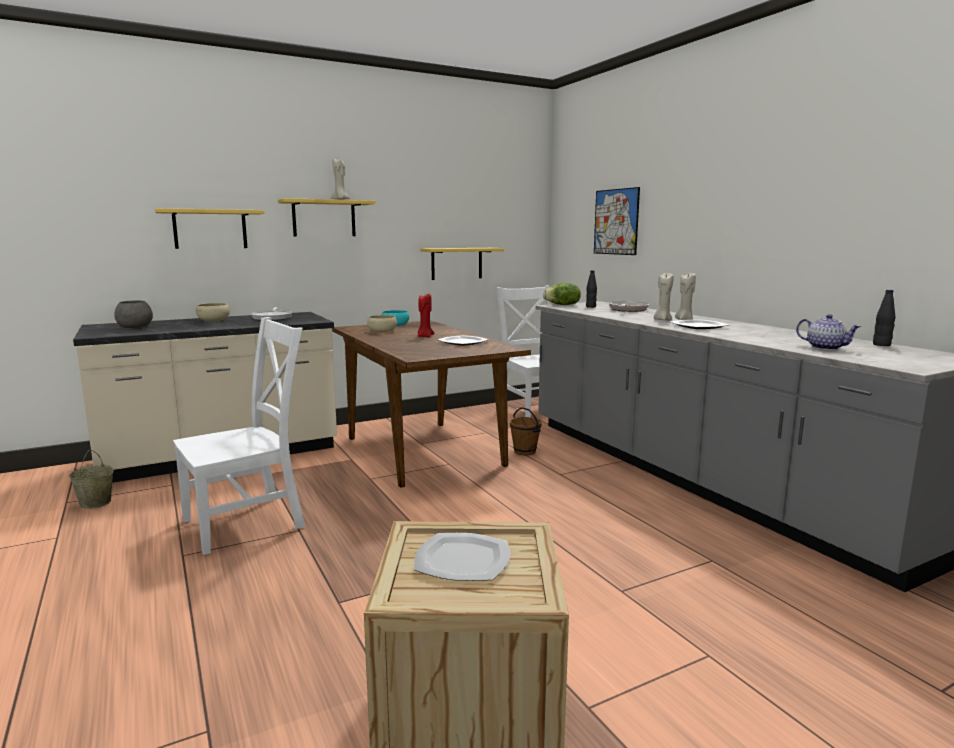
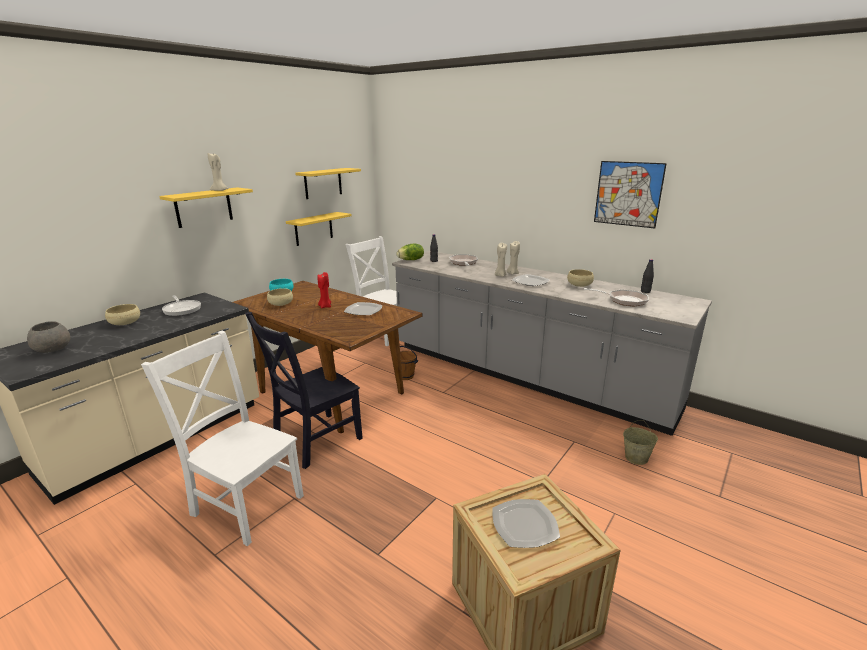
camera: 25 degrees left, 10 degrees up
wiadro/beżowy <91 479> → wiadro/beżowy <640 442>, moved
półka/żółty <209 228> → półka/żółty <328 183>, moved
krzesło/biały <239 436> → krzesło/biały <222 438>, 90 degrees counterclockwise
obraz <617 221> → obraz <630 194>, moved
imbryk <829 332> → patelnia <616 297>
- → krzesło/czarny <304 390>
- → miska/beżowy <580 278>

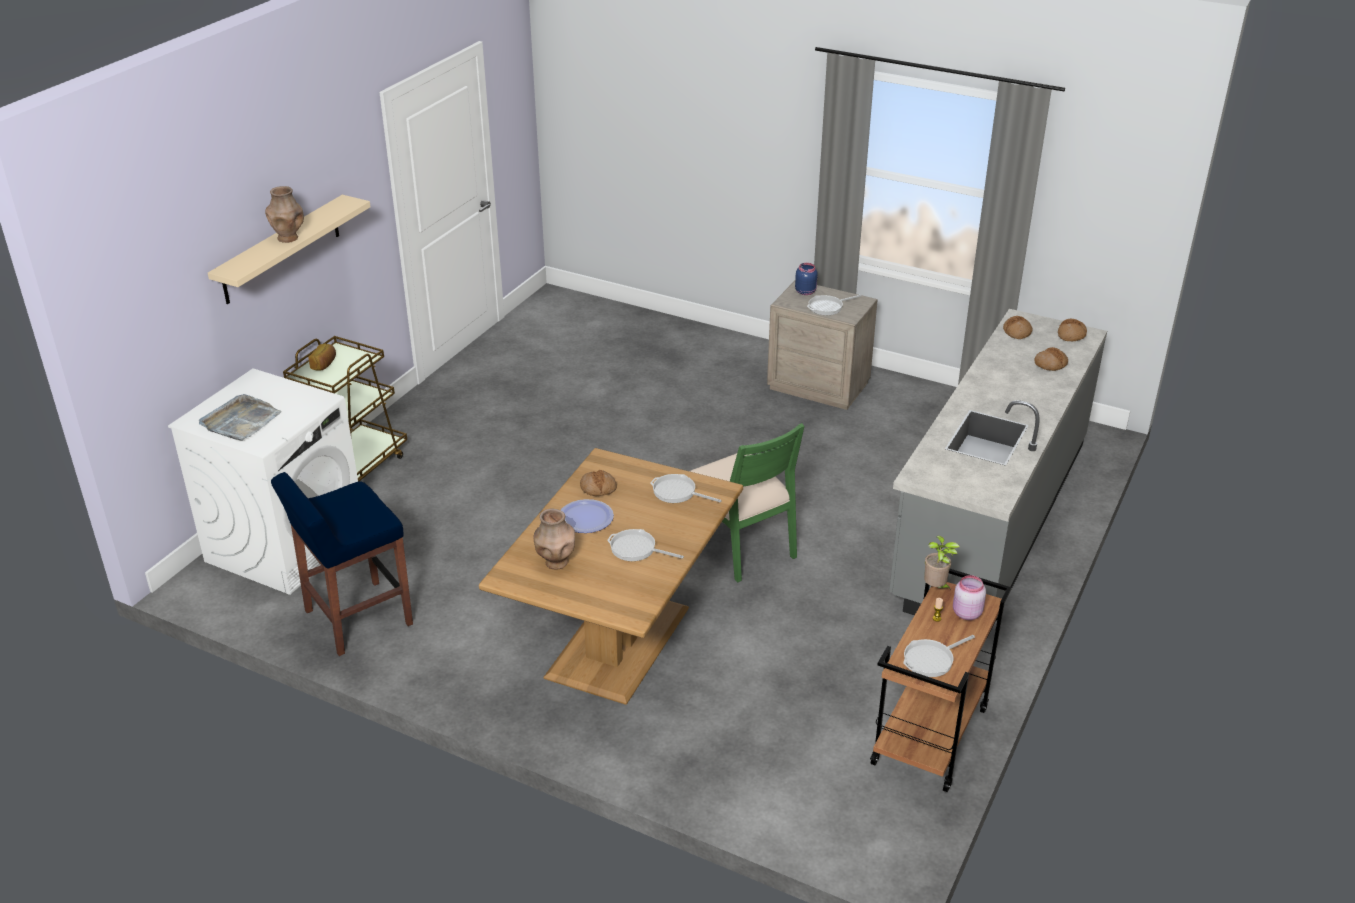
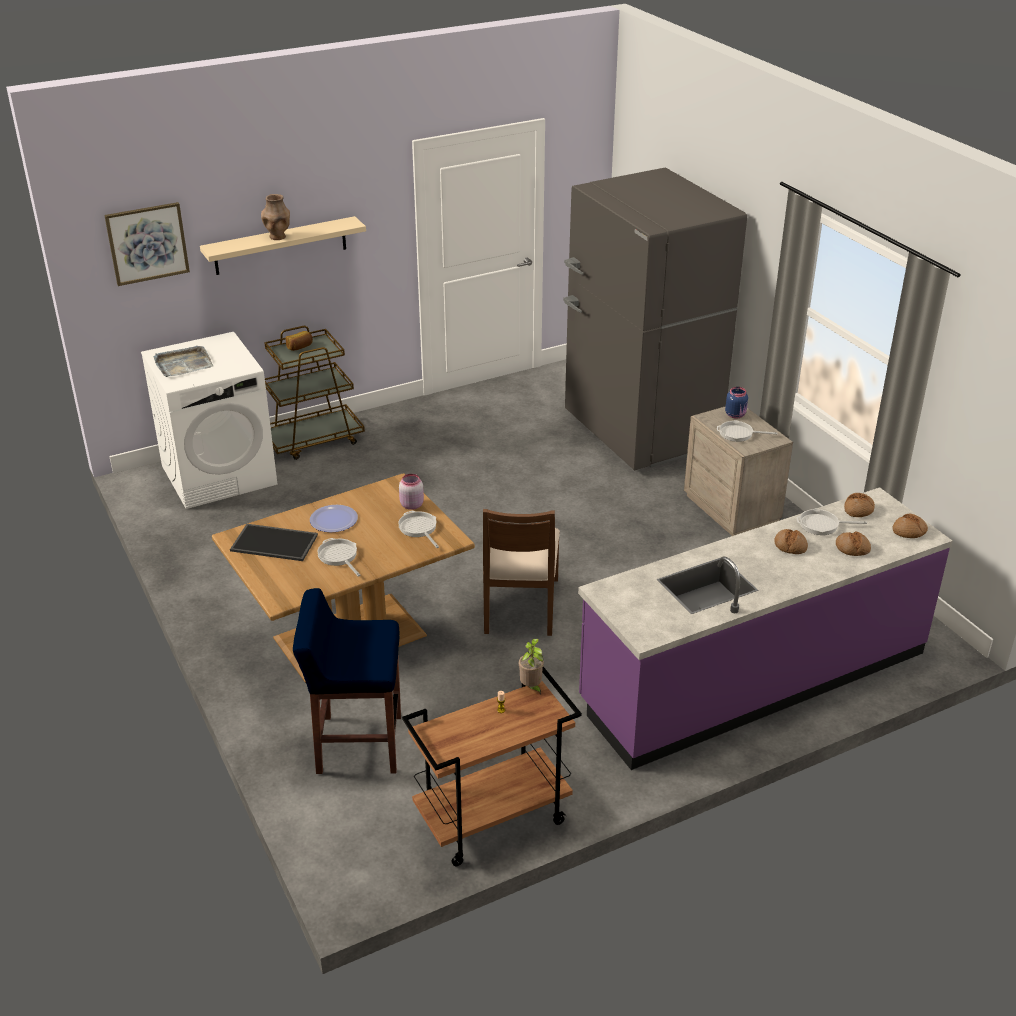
camera: 35 degrees right, 0 degrees up
stołek/niebieski <342 564> → stołek/niebieski <347 681>, moved
wazon/brązowy <554 538> → taca <274 542>
chleb <598 483> → chleb <791 541>, moved
krzesło/zielony <747 503> → krzesło/brązowy <521 572>
zabudowa kuchenna/szary <998 474> → zabudowa kuchenna/fioletowy <765 629>
patelnia <939 656> → patelnia <832 521>, moved
słoik/różowy <969 597> → słoik/różowy <411 492>, moved
- → obraz <147 244>
- → lodówka/szary <655 319>

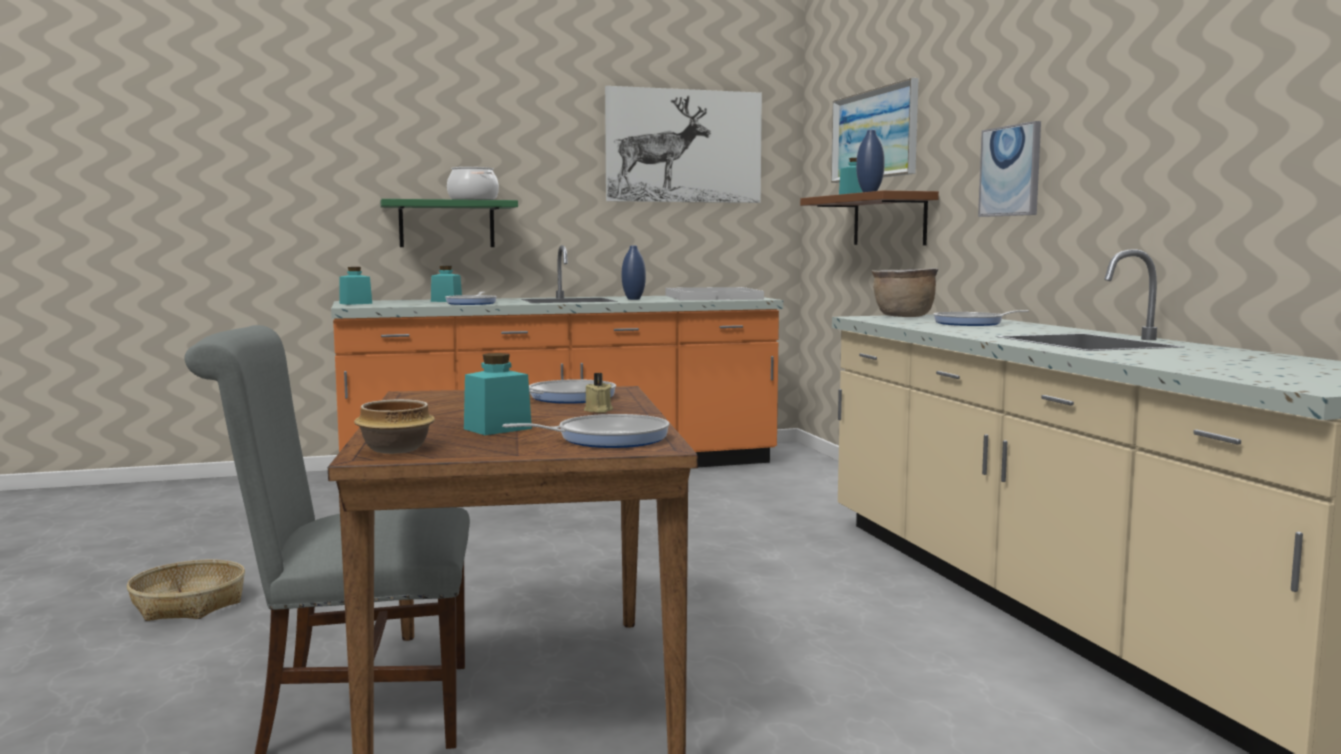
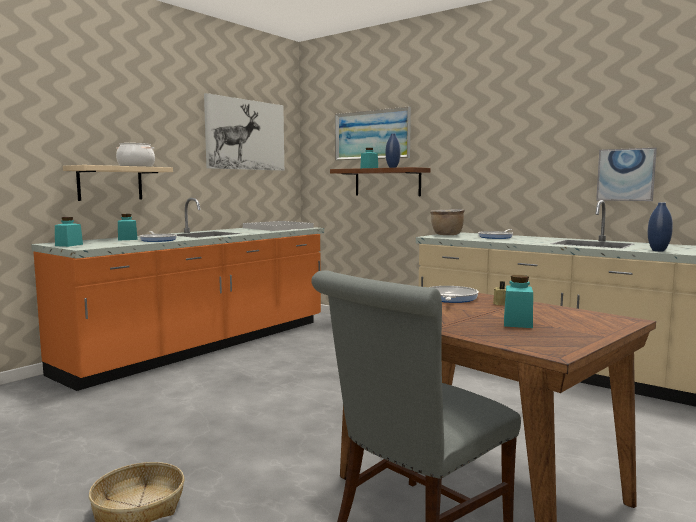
camera: 35 degrees left, 0 degrees up
miska <394 426> → -
półka/zielony <449 223> → półka/beżowy <118 183>
patelnia <585 431> → -
wazon/niebieski <634 273> → wazon/niebieski <660 226>, moved
obraz <1009 169> → obraz <626 174>, moved

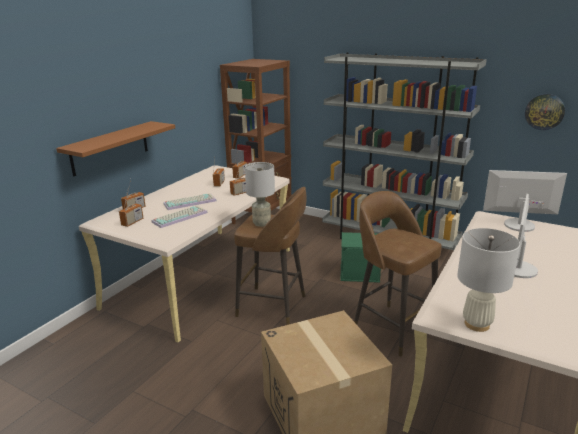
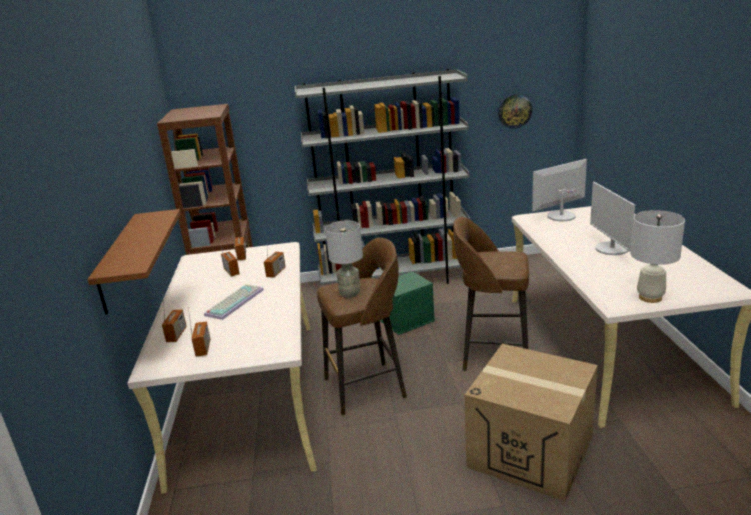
camera: 35 degrees left, 0 degrees up
klawiatura <180 217> → -

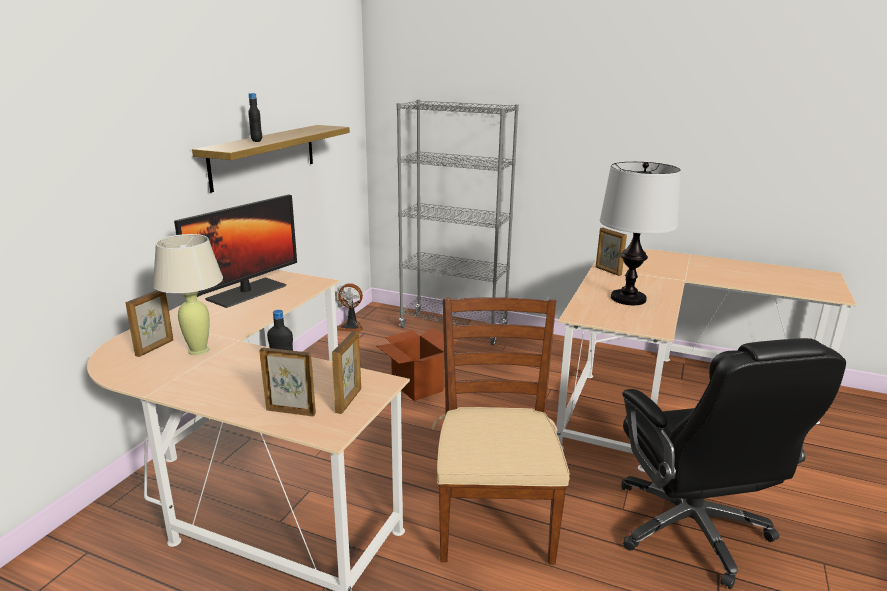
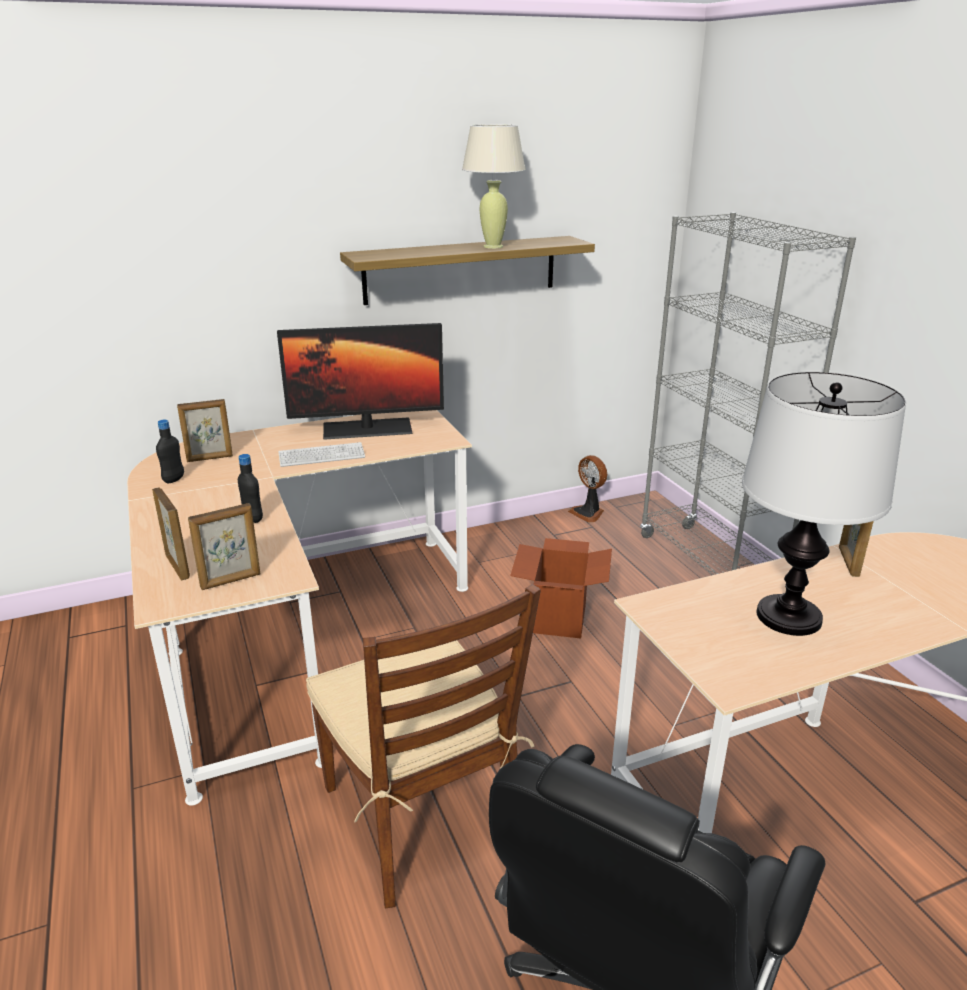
camera: 45 degrees right, 5 degrees up
lampa stołowa/beżowy <188 294> → lampa stołowa/beżowy <494 186>, moved
butelka/czarny <255 117> → butelka/czarny <170 452>, moved
krzesło/brązowy <501 431> → krzesło/brązowy <423 746>, 105 degrees clockwise
- → klawiatura <321 454>

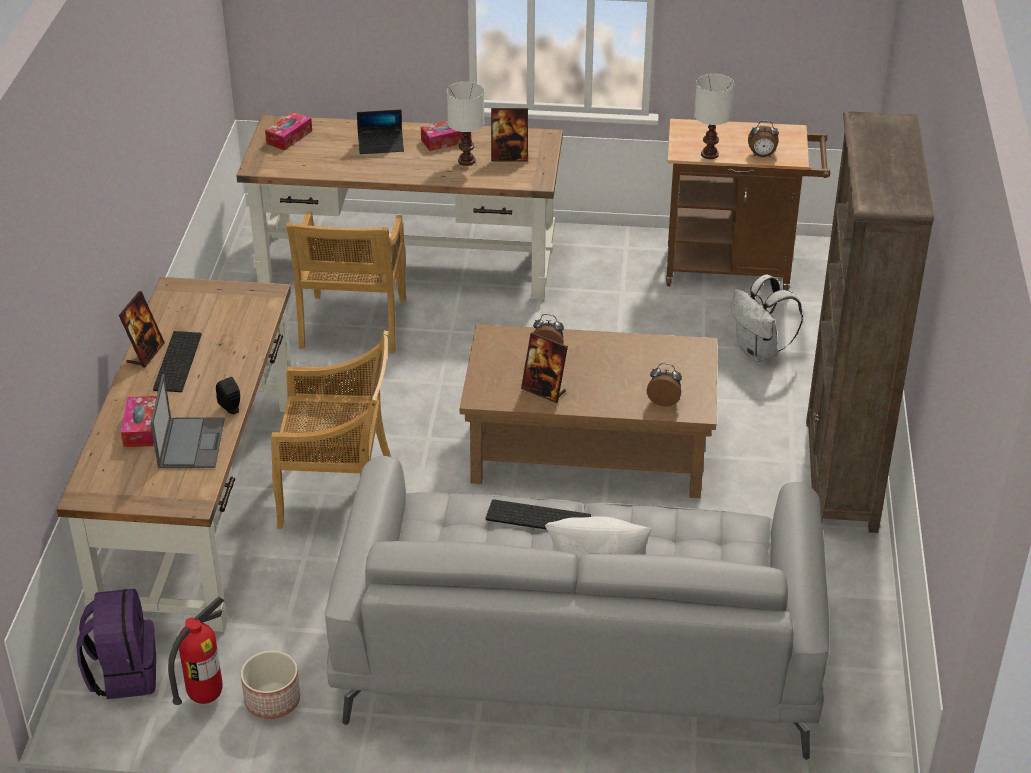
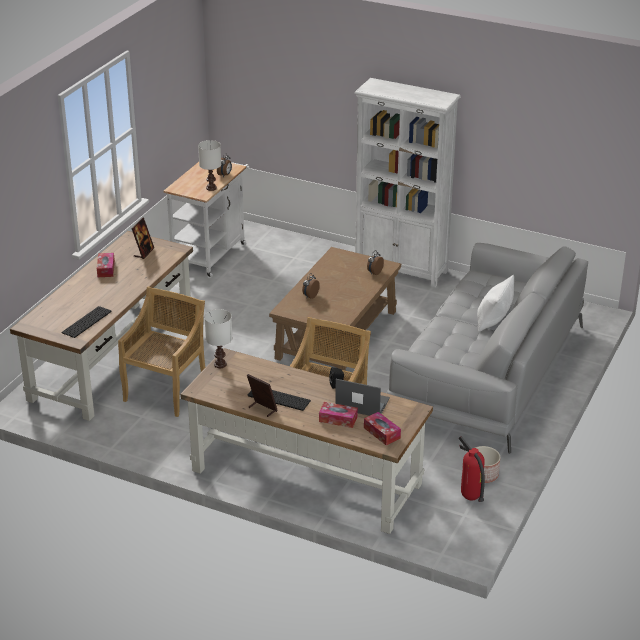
camera: 70 degrees left, 5 degrees down
plecak/fioletowy <116 644> → -
pudełko chusteczek <288 131> → pudełko chusteczek <382 428>, moved
krzesło/beżowy <346 282> → krzesło/beżowy <161 352>, 90 degrees counterclockwise
laptop <380 131> → -
lampa stołowa/biały <465 124> → lampa stołowa/biały <218 338>, moved
klawiatura <538 514> → klawiatura <86 322>, moved
ramka na zdjęcie <544 367> → -
wózek/brązowy <748 204> → wózek/biały <206 220>
plecak/biały <767 318> → -
regał/brązowy <870 322> → regał/biały <407 183>

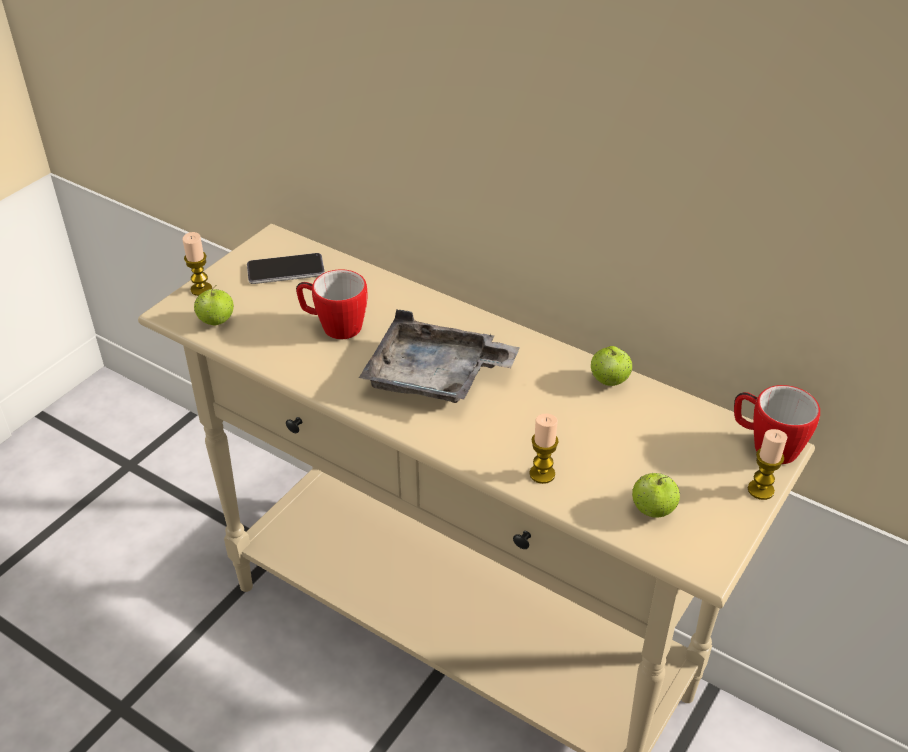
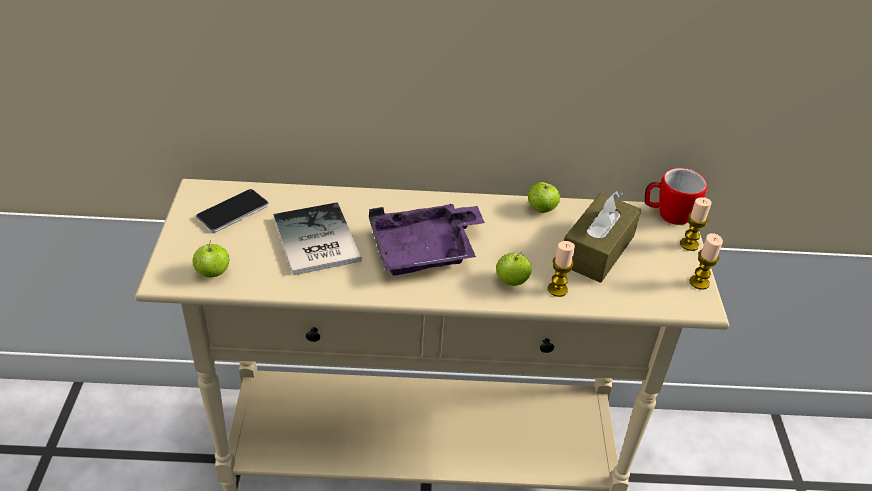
camera: 35 degrees left, 0 degrees up
świeca <197 264> → świeca <706 261>, moved
kubek <332 304> → książka <317 238>
taca/szary <439 356> → taca/fioletowy <427 239>
jabłko <656 495> → jabłko <514 269>, moved
- → pudełko chusteczek/brązowy <602 237>

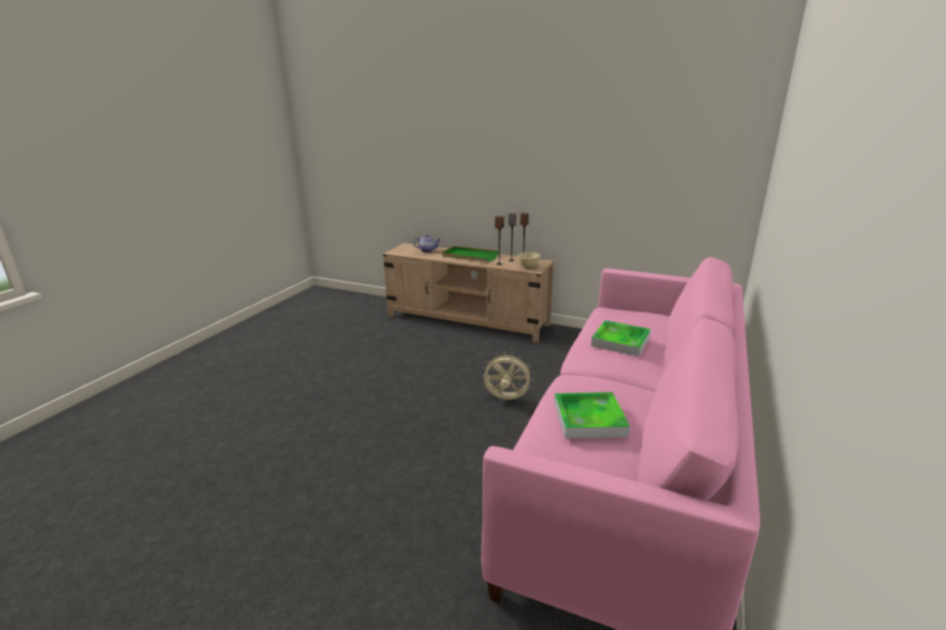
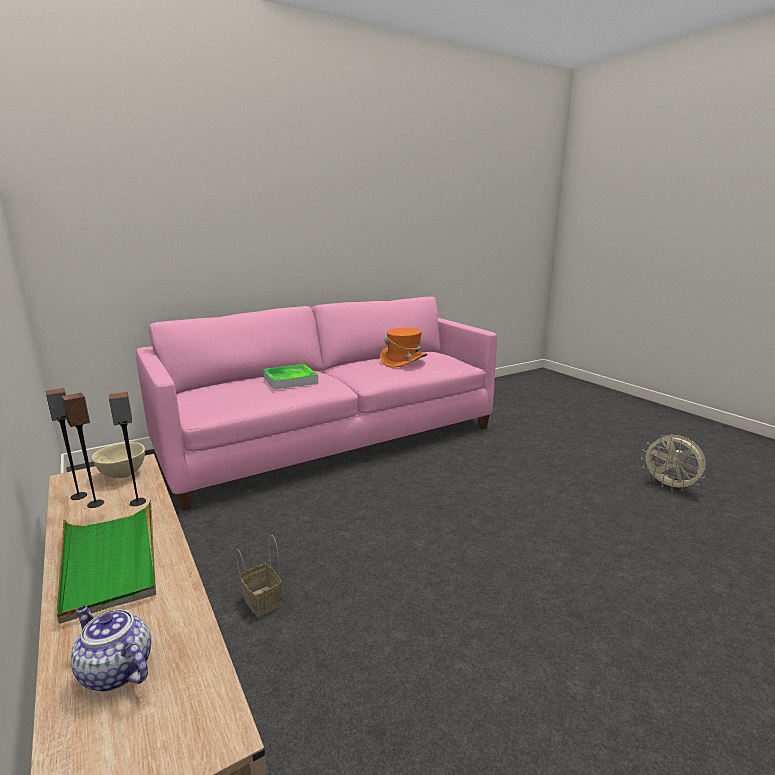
camera: 145 degrees left, 5 degrees down
wentylator/beżowy <508 375> → wentylator/beżowy <674 463>, moved
taca <592 415> → kapelusz/pomarańczowy <404 348>
- → koszyk <259 576>

